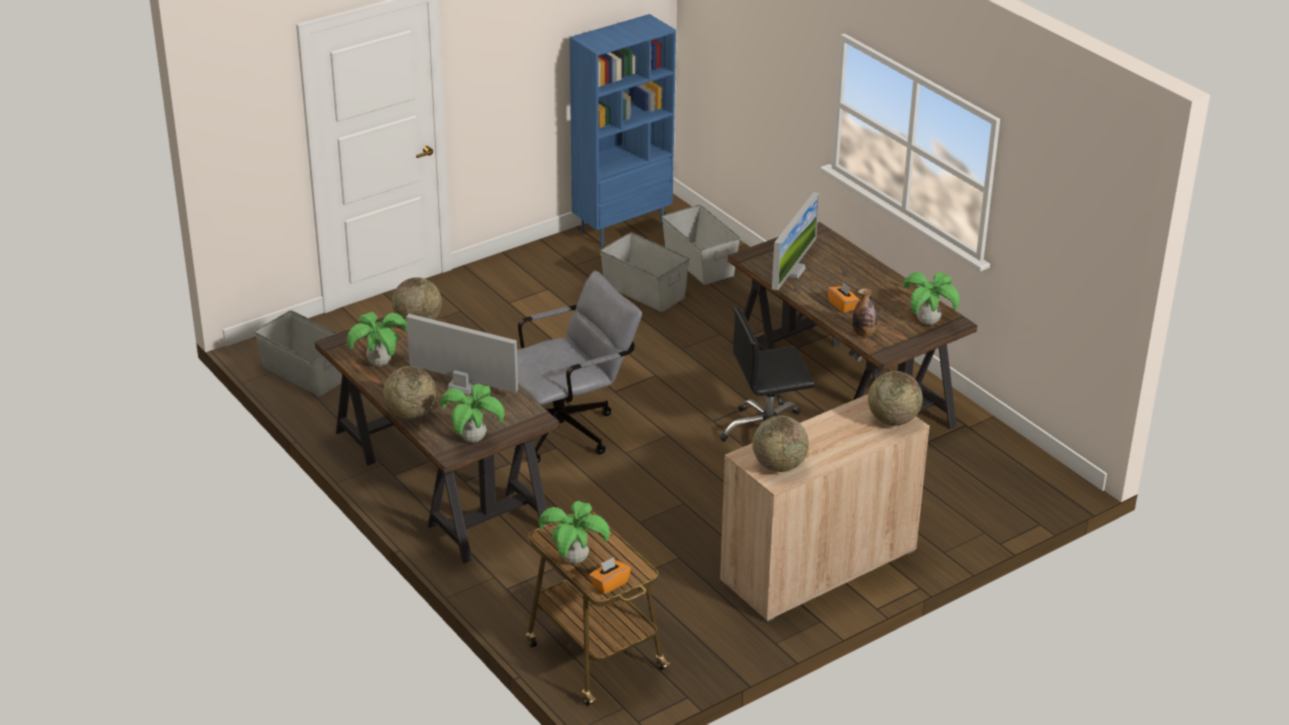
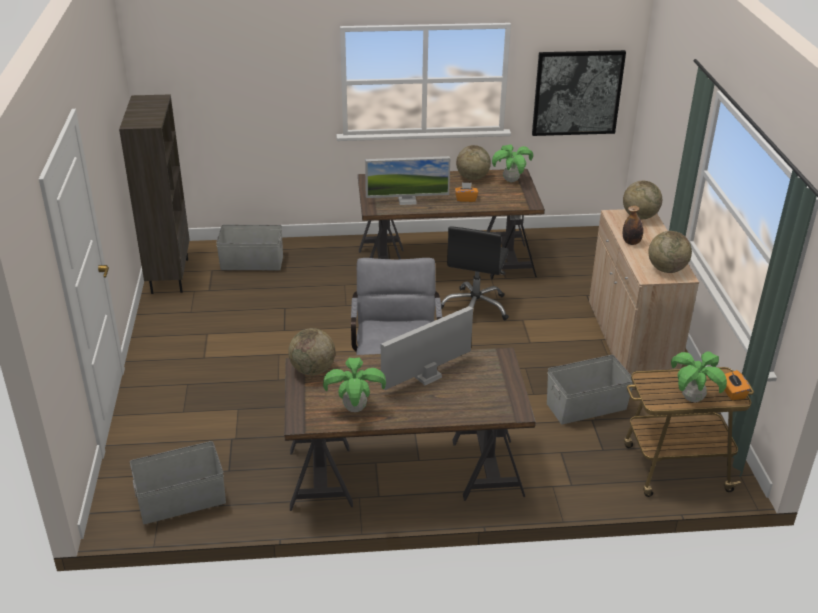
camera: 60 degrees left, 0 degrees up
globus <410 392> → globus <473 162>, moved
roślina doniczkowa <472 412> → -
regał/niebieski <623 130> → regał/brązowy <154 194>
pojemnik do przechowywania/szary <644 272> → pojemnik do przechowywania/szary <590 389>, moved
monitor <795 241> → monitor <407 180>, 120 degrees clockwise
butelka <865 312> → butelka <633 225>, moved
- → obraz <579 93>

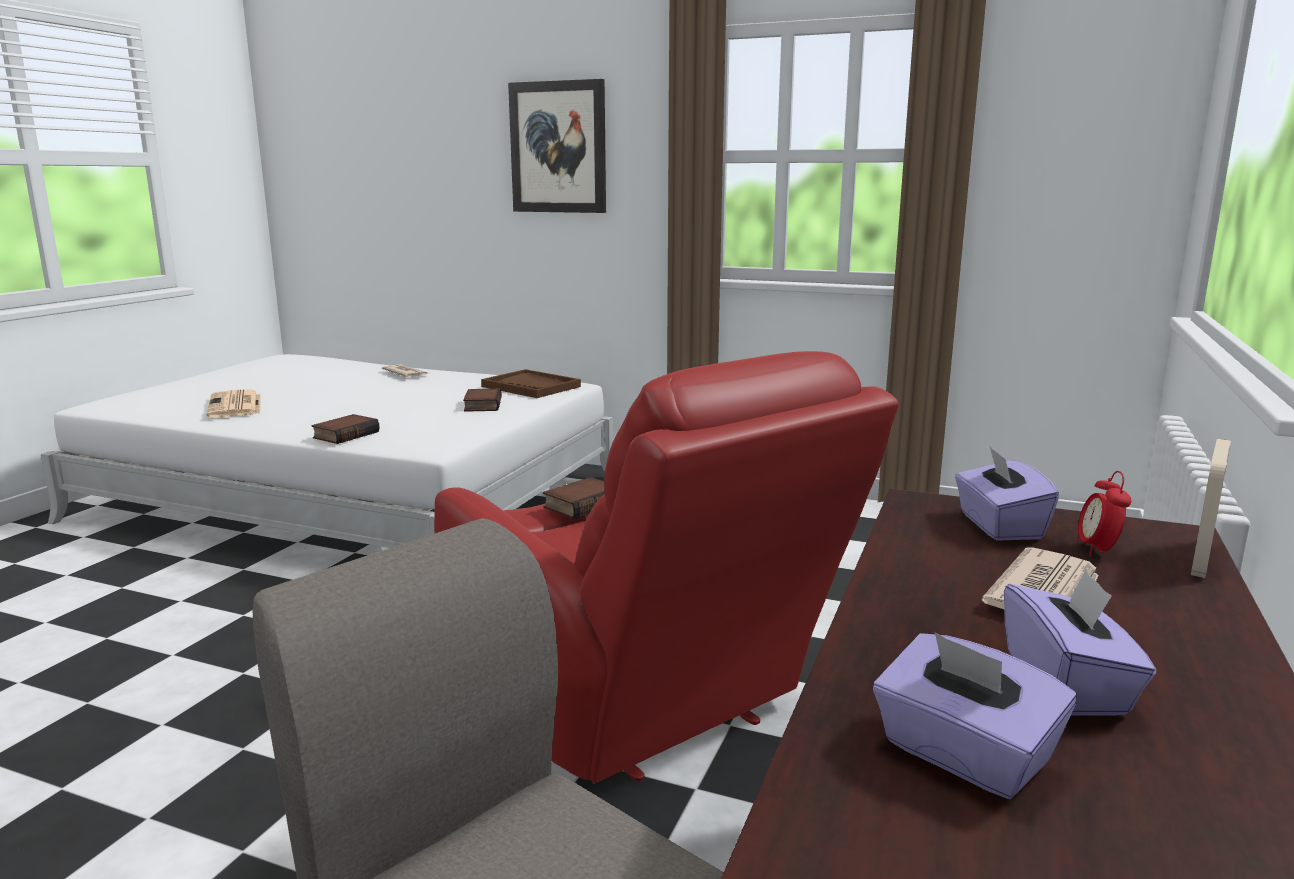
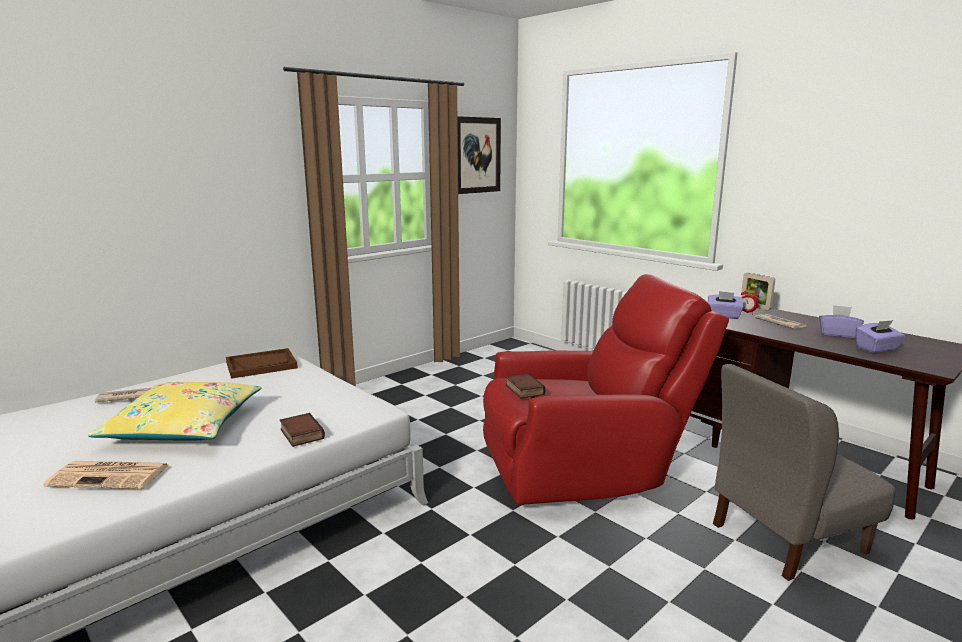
camera: 65 degrees left, 0 degrees up
książka <482 400> → -
obraz <557 146> → obraz <479 155>, moved
- → poduszka/żółty <175 411>

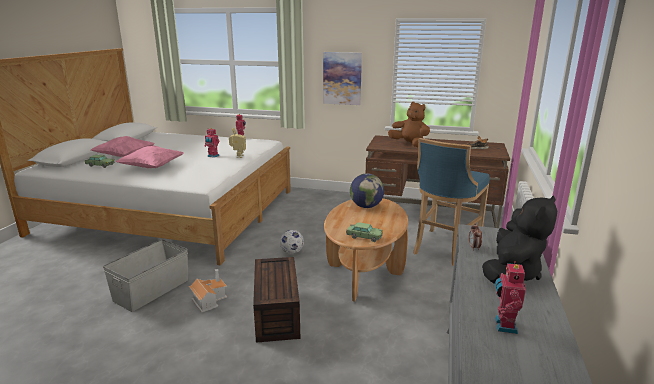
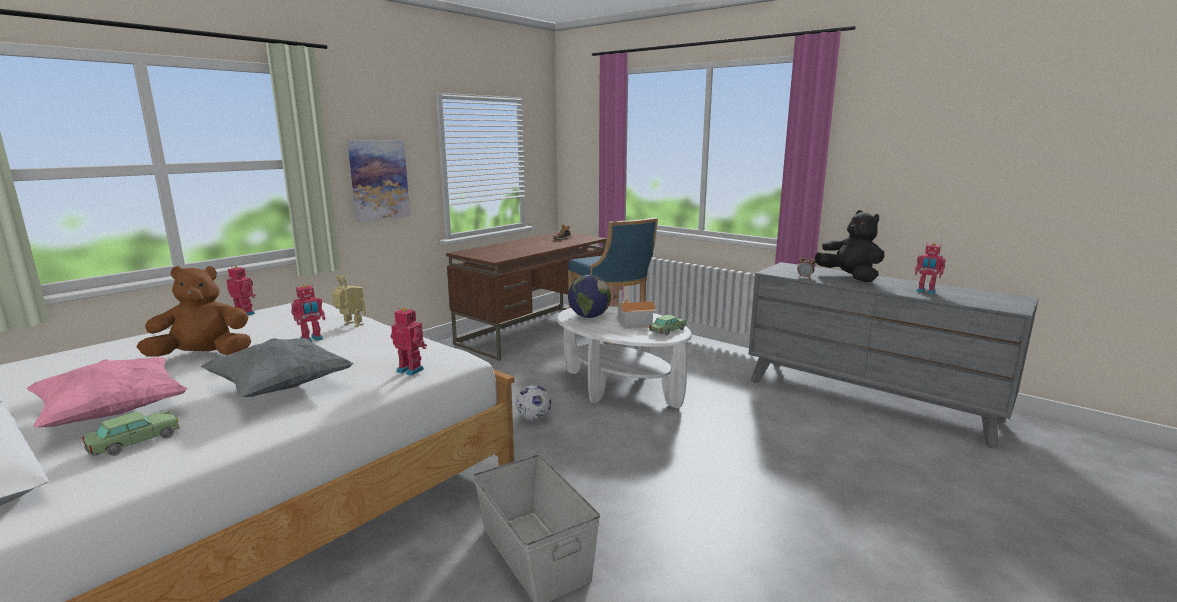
camera: 65 degrees left, 5 degrees down
poduszka/różowy <149 156> → poduszka/szary <277 367>
domek <208 290> → domek <636 309>, moved
pojemnik do przechowywania/brązowy <277 300> → -
ława/brązowy <366 250> → ława/biały <624 357>
pluszak/brązowy <409 124> → pluszak/brązowy <194 311>, moved
- → robot zabawkowy <408 342>

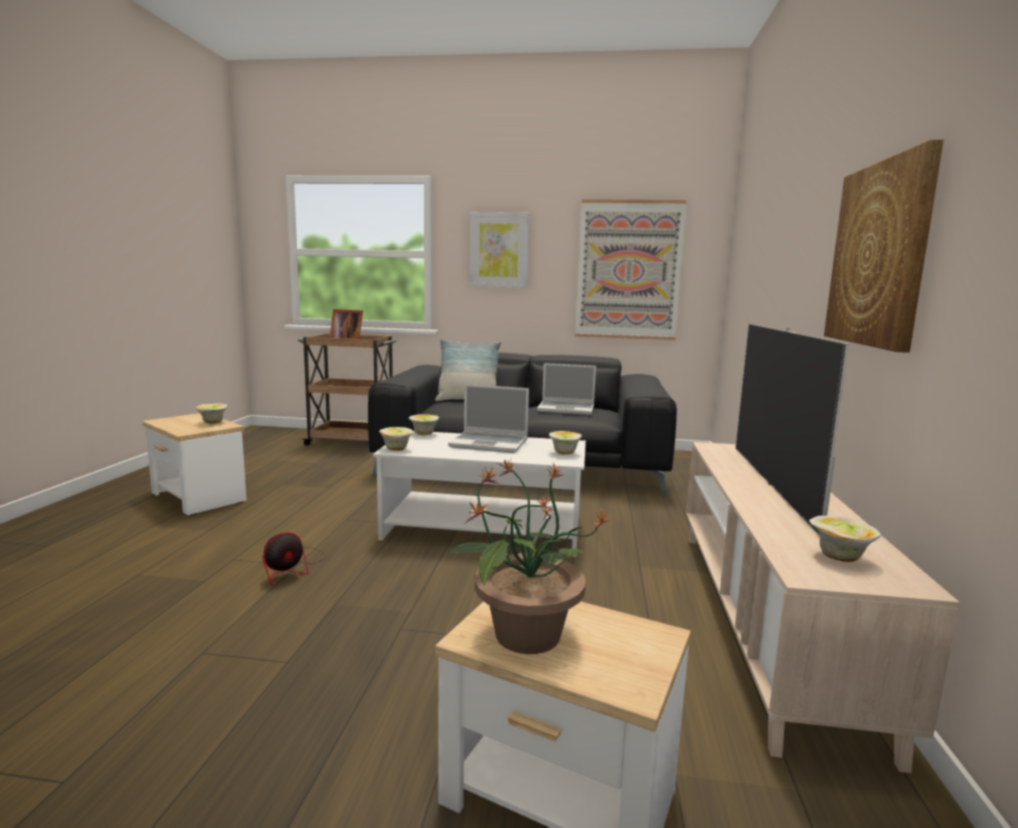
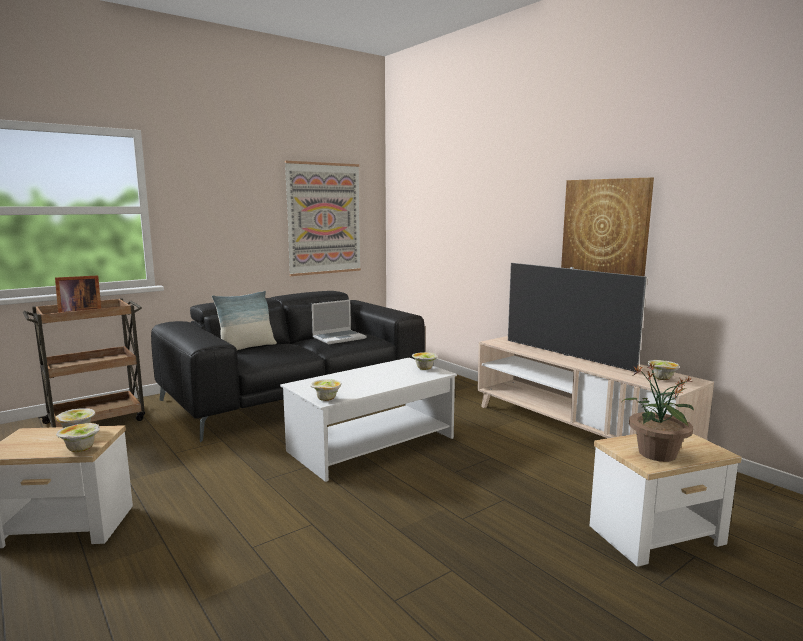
camera: 45 degrees left, 0 degrees up
wentylator <294 559> → -
miska <424 424> → miska <78 437>, moved
laptop <488 418> → -
obraz <499 250> → -

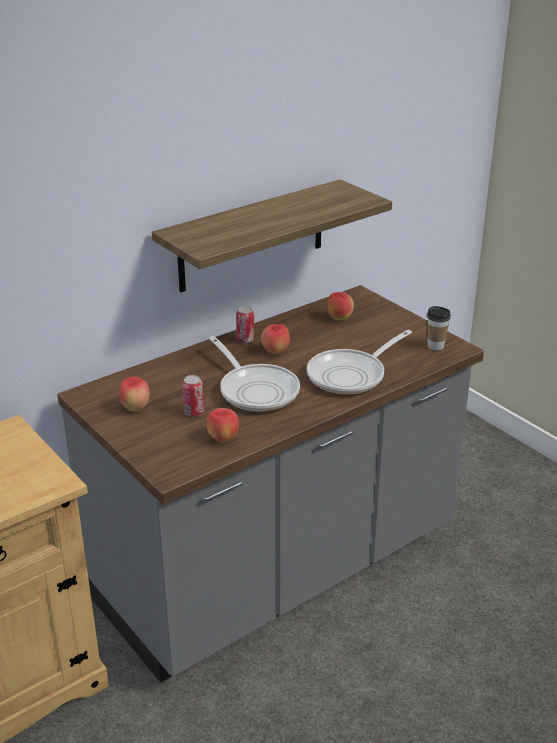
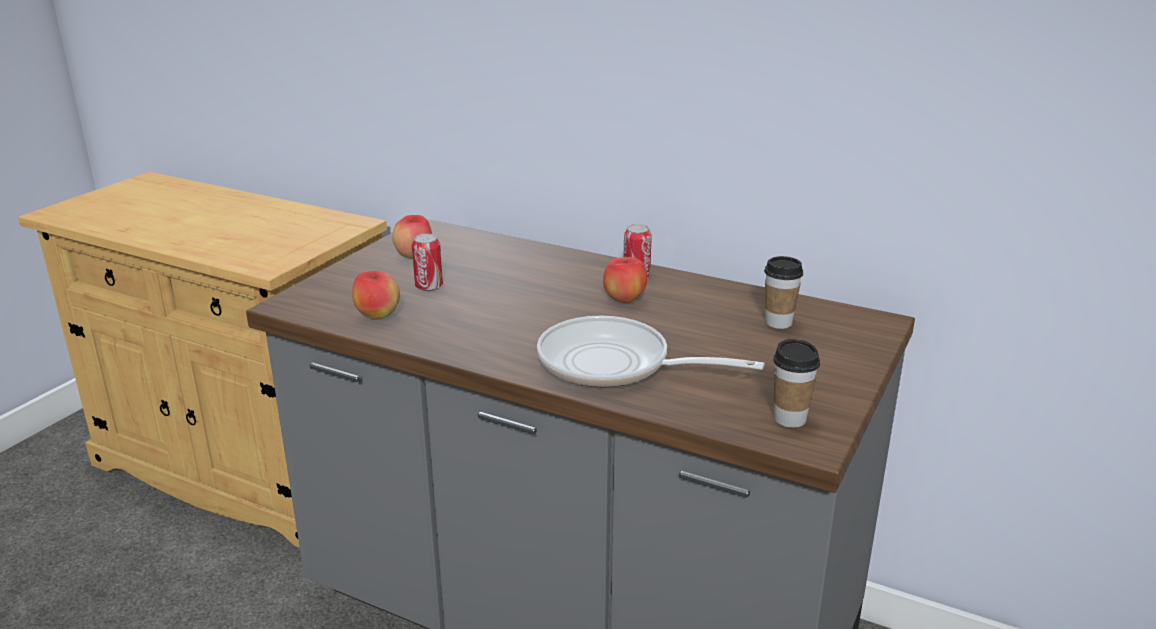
camera: 65 degrees right, 5 degrees down
półka <272 235> → -
patelnia <254 374> → -
jabłko <340 306> → filiżanka <783 292>

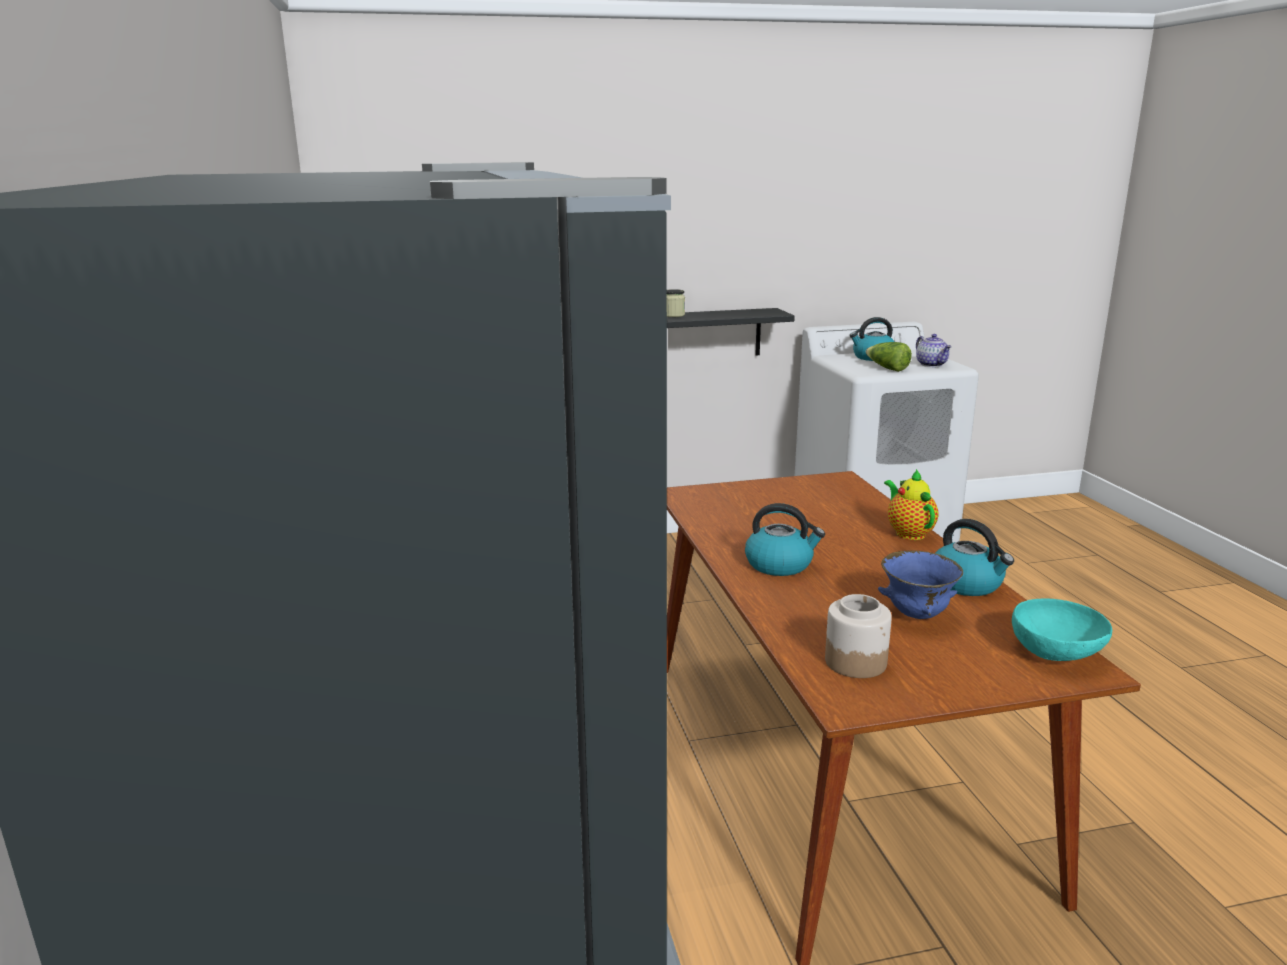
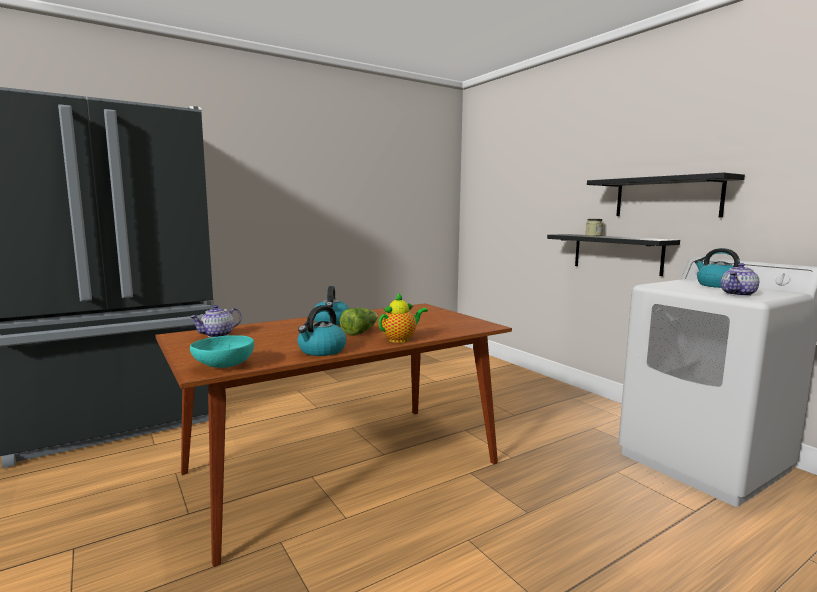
camera: 70 degrees right, 10 degrees down
słoik <858 636> → imbryk <216 321>
sałata <889 357> → sałata <359 322>, moved
miska/niebieski <920 585> → -
- → półka/czarny <666 195>

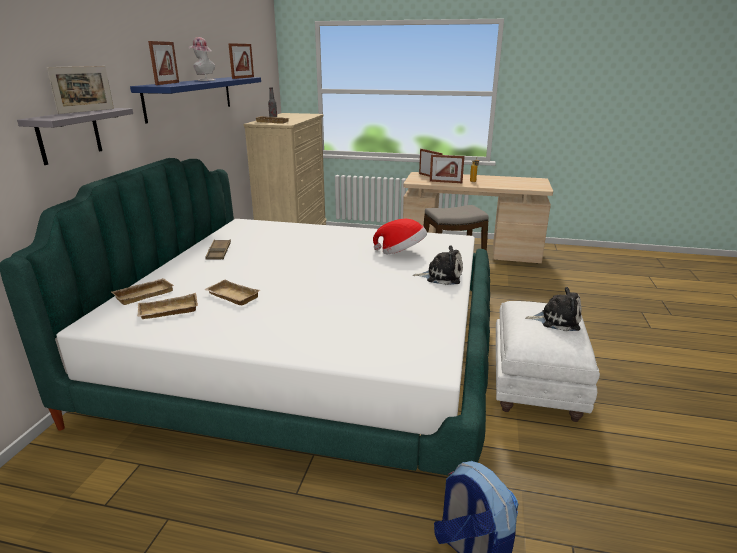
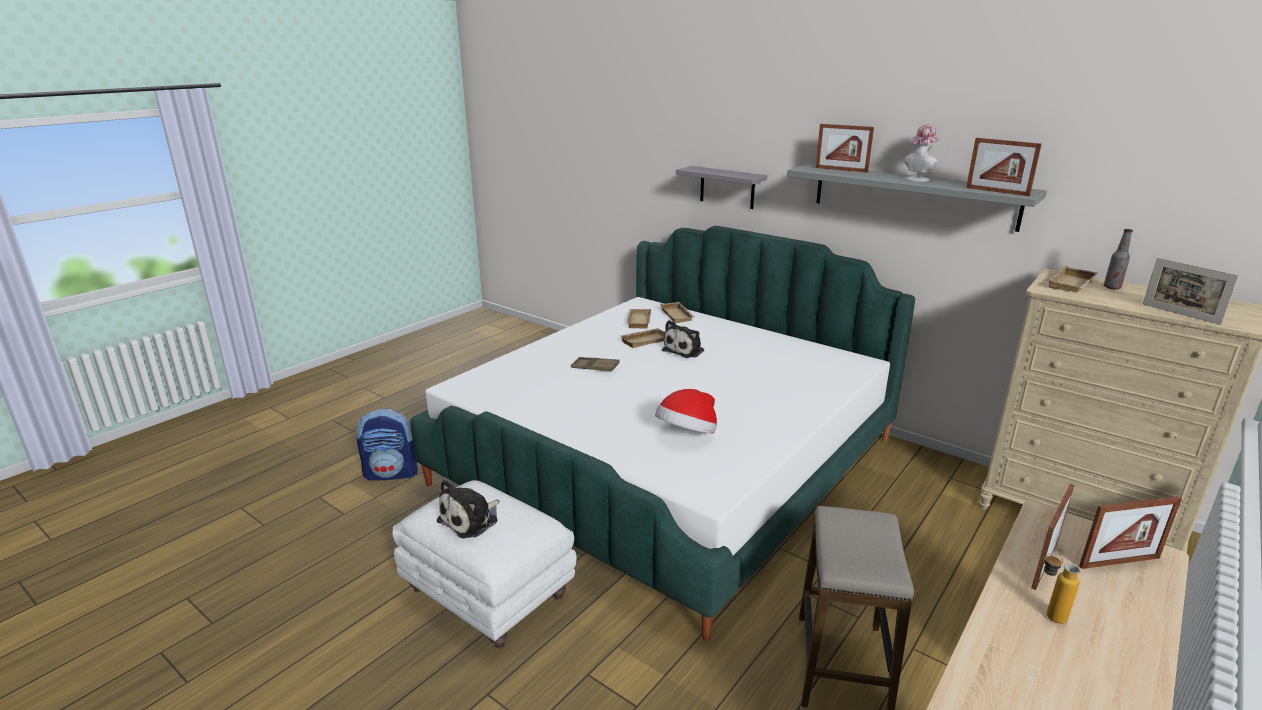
camera: 115 degrees right, 0 degrees up
ramka na zdjęcie <80 90> → ramka na zdjęcie <1191 291>, moved
półka/niebieski <195 100> → półka/szary <917 198>
taca/brązowy <218 249> → taca/brązowy <595 364>, moved
pluszak <438 265> → pluszak <683 339>, moved

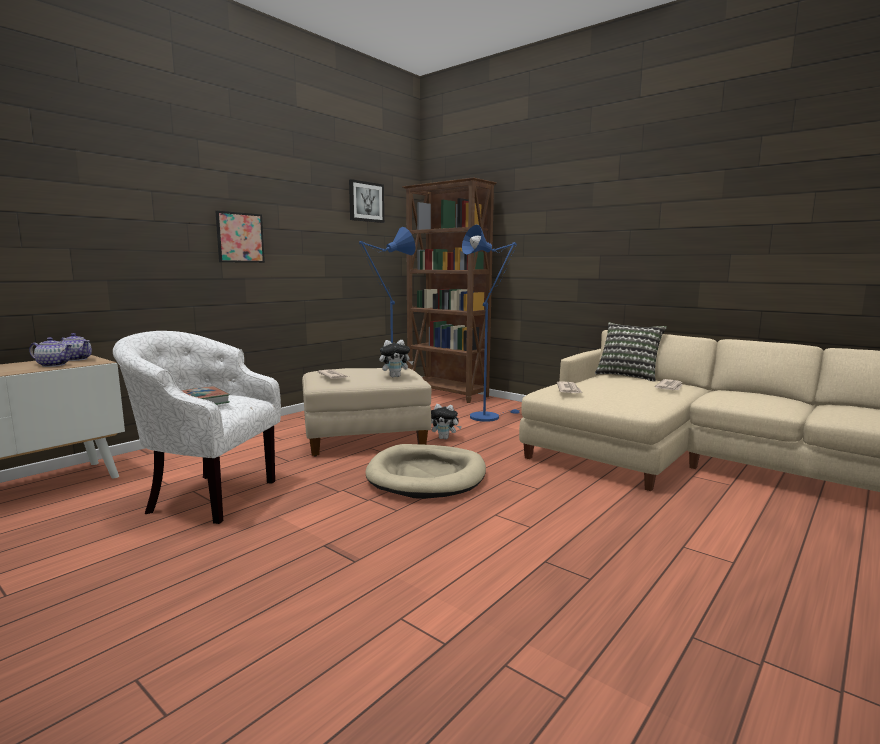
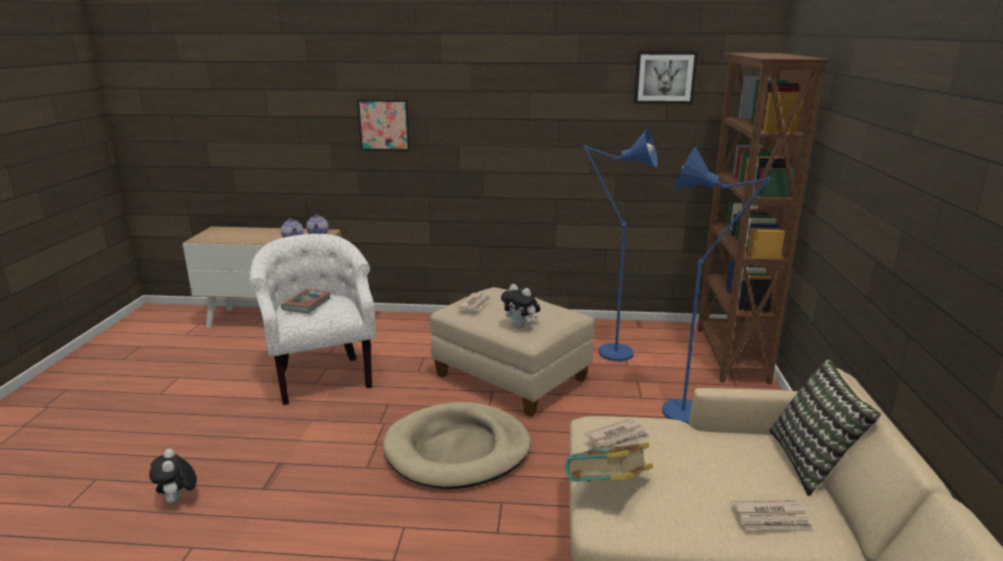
camera: 55 degrees right, 10 degrees up
obraz <240 237> → obraz <383 125>, moved
pluszak <446 421> → pluszak <173 476>, moved
- → książka <609 462>

